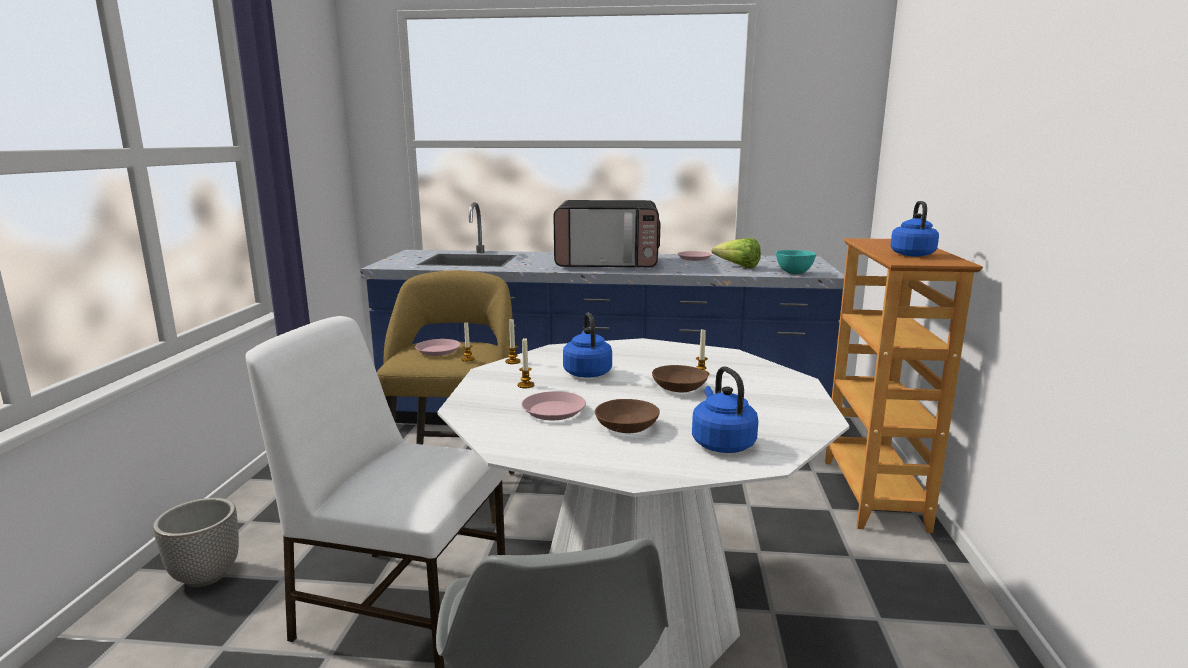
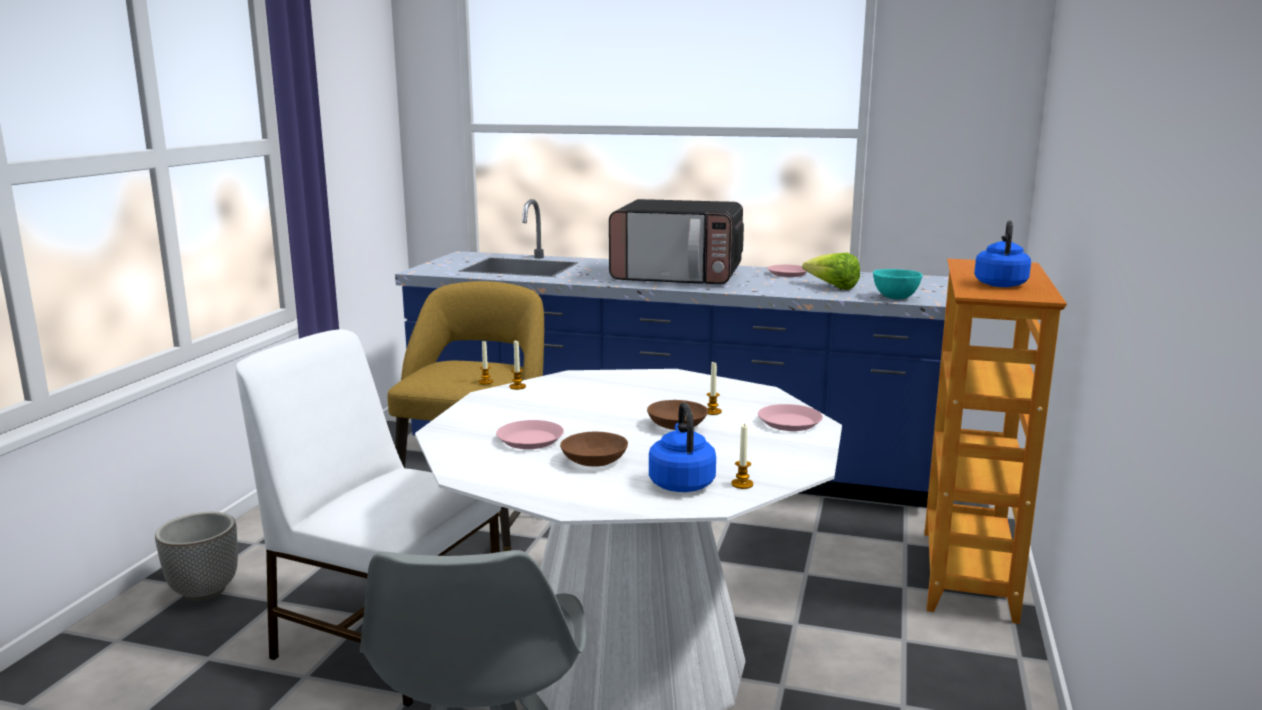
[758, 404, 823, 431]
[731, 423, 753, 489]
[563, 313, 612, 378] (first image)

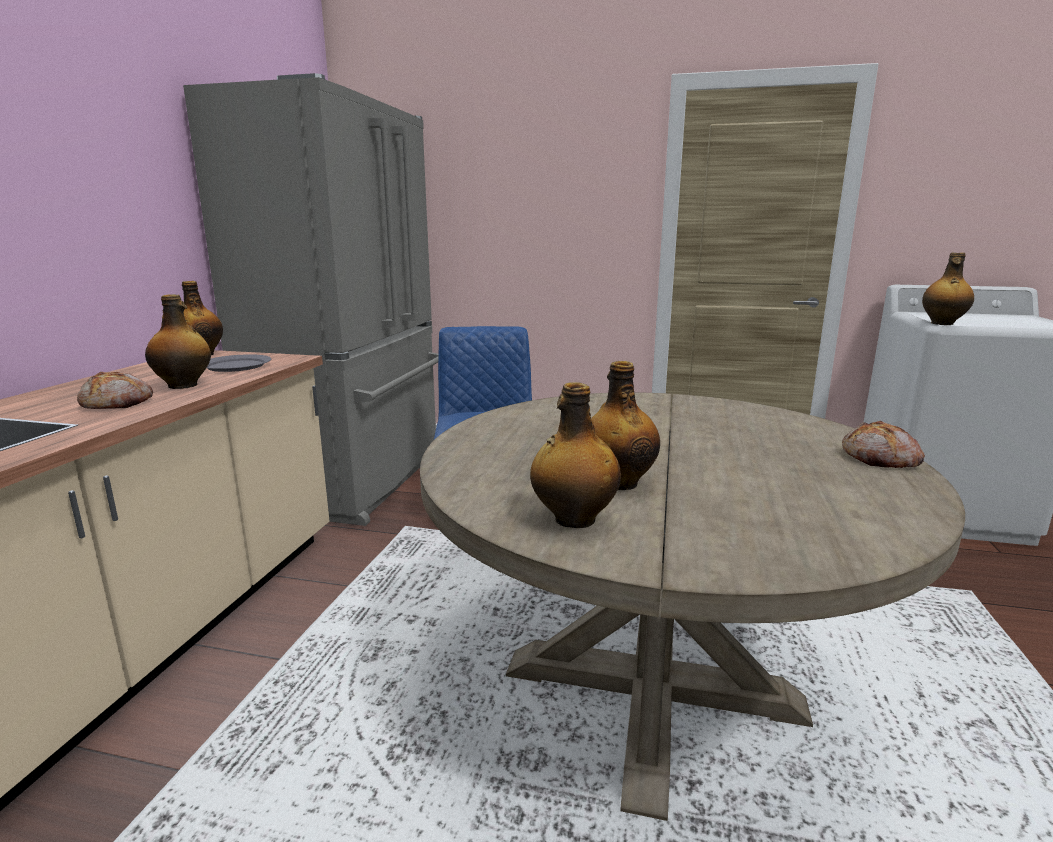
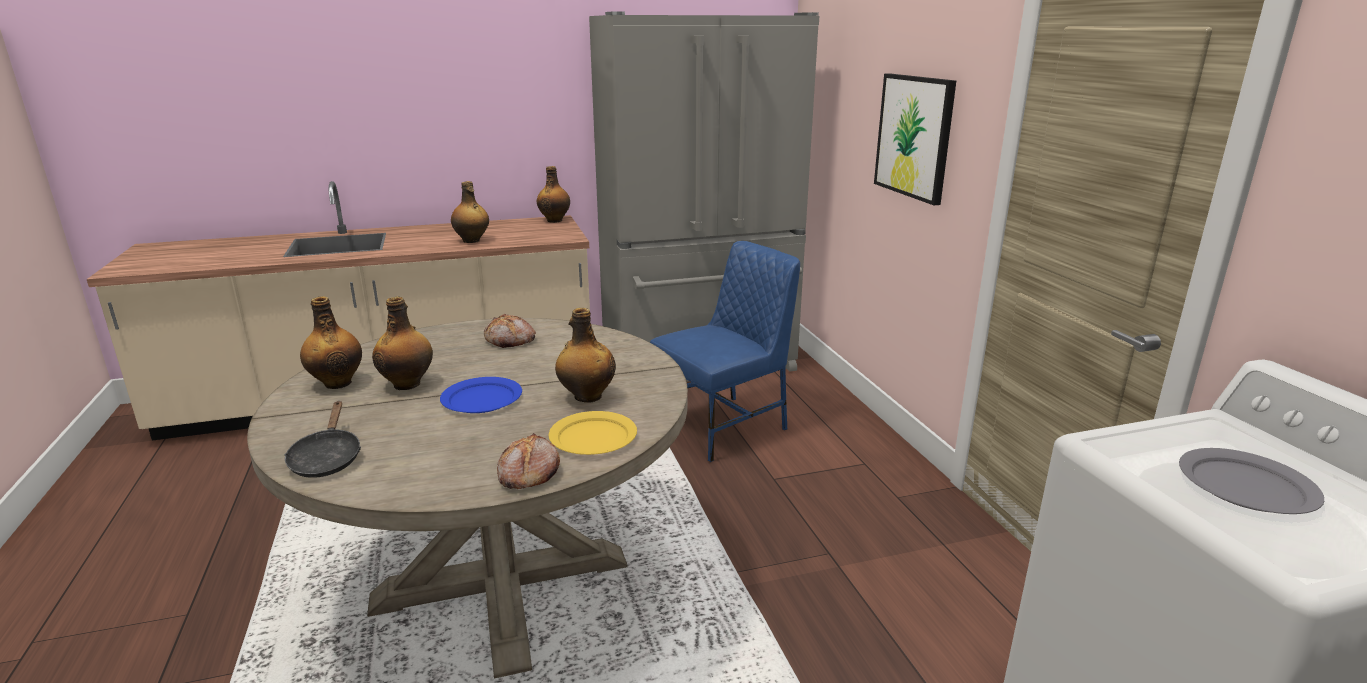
[484, 314, 536, 348]
[1179, 448, 1324, 514]
[555, 308, 616, 403]
[284, 401, 361, 478]
[440, 377, 522, 413]
[548, 411, 637, 455]
[874, 74, 956, 205]

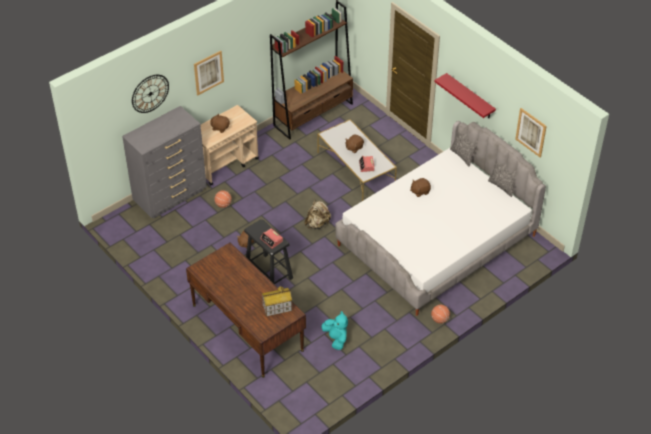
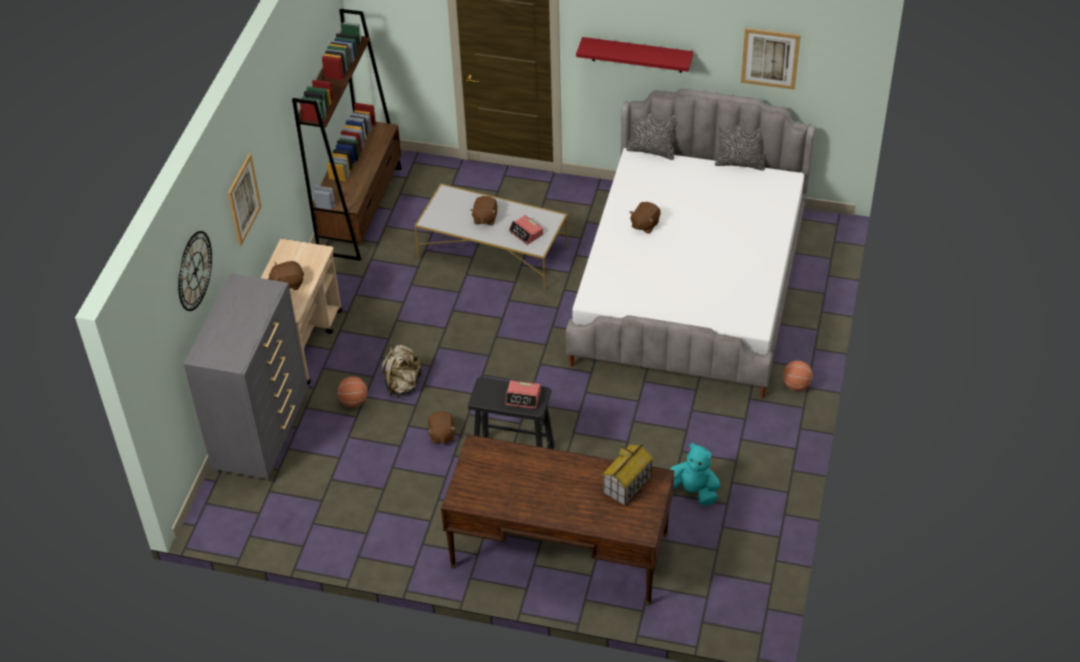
[381, 345, 423, 398]

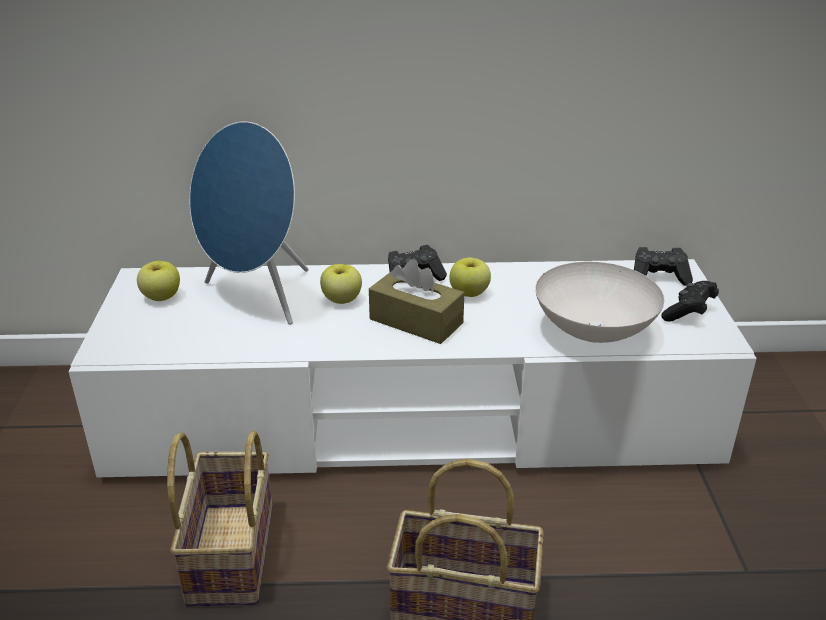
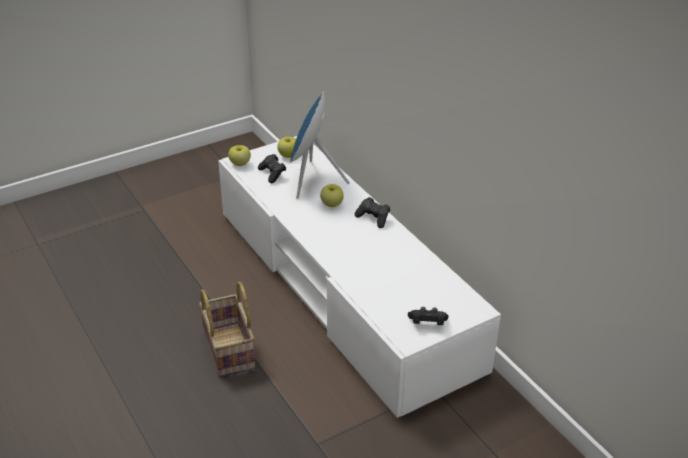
[167, 431, 273, 606] (first image)
[369, 259, 464, 344] (first image)
[228, 145, 251, 166]
[535, 262, 664, 343] (first image)
[258, 154, 286, 183]

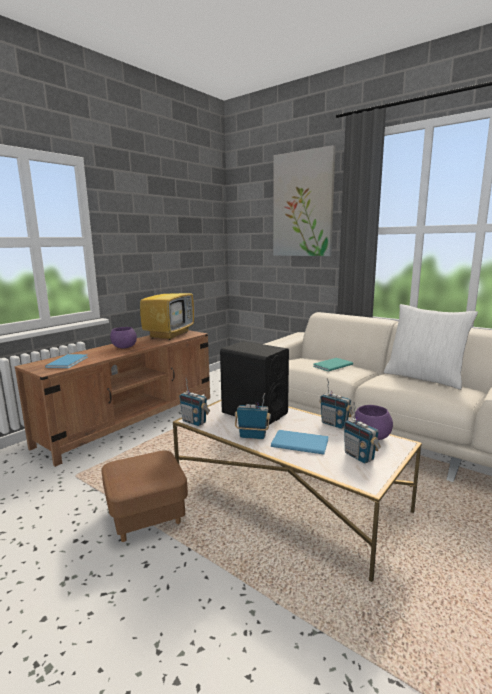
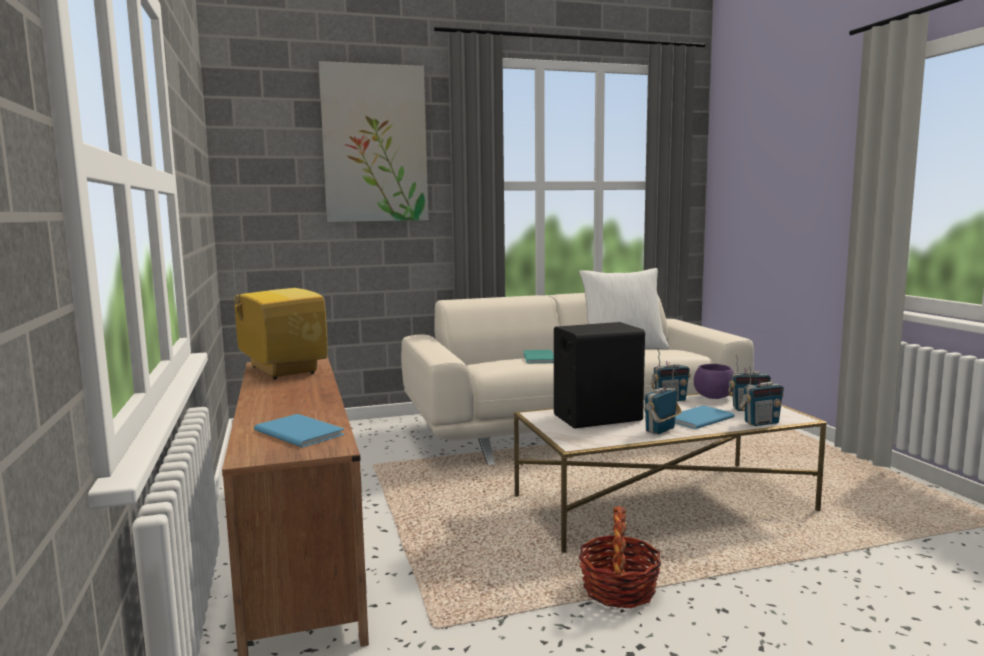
[579, 506, 661, 608]
[110, 327, 137, 348] (first image)
[739, 365, 784, 426]

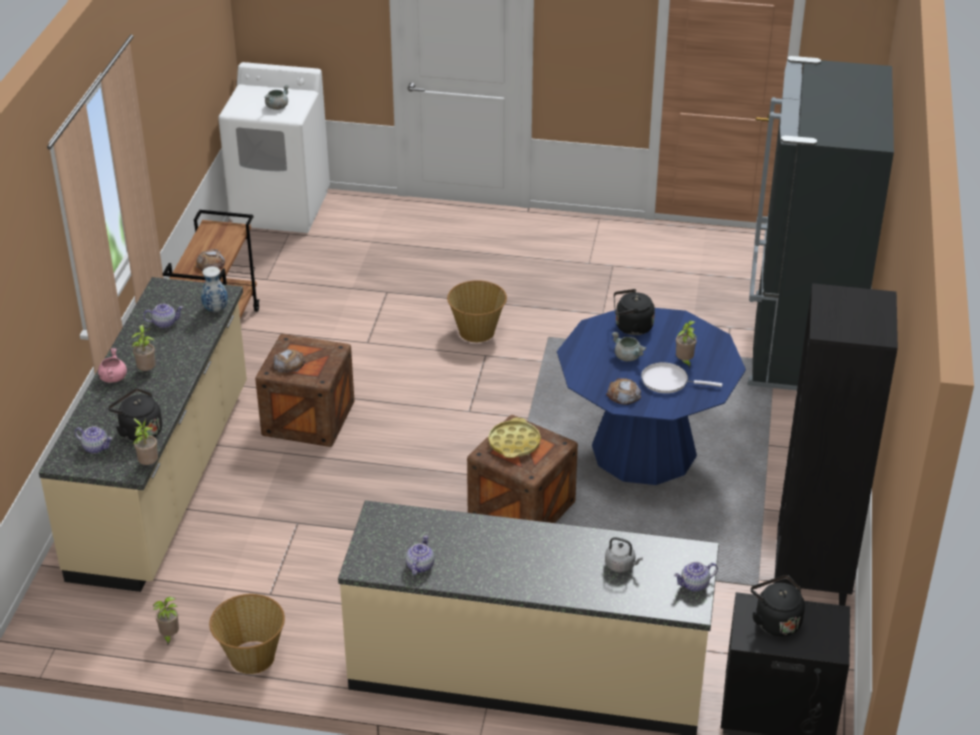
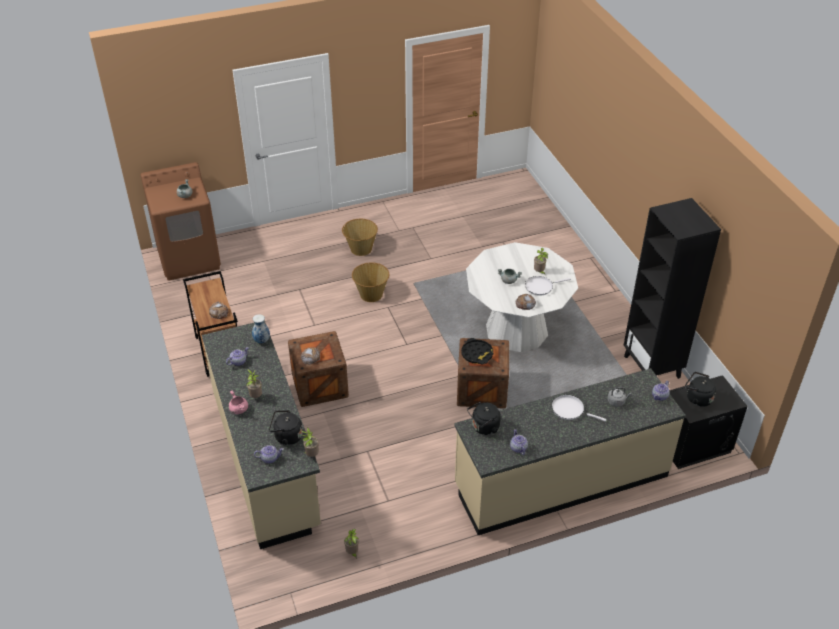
[342, 219, 378, 256]
[140, 162, 221, 281]
[461, 338, 493, 364]
[466, 242, 578, 352]
[467, 402, 501, 435]
[748, 56, 894, 391] (first image)
[552, 395, 606, 422]

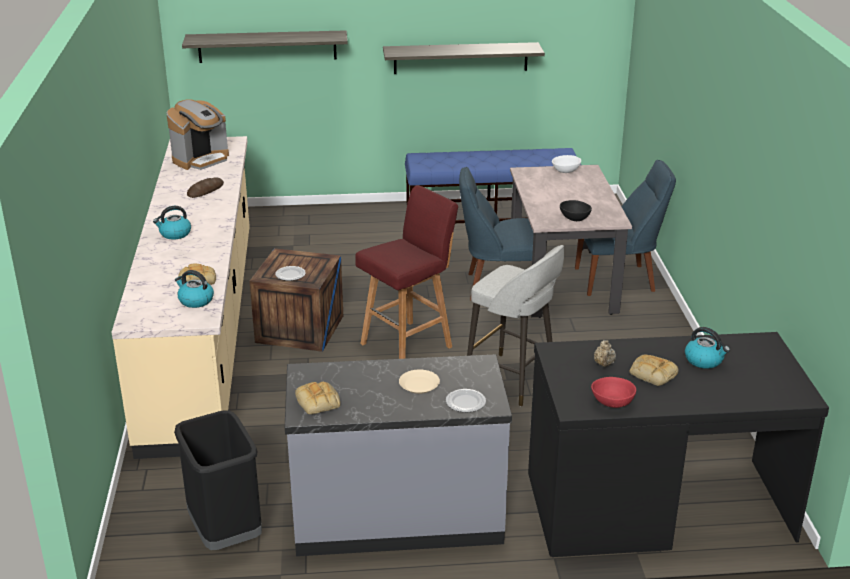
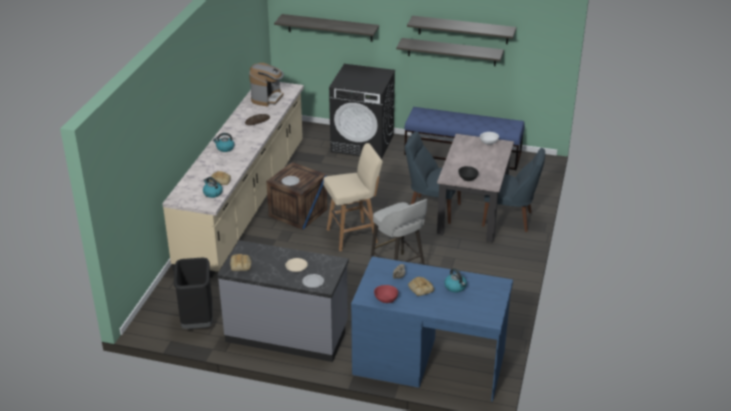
[249, 63, 284, 106]
[323, 143, 383, 251]
[351, 256, 513, 402]
[329, 64, 395, 159]
[407, 16, 517, 44]

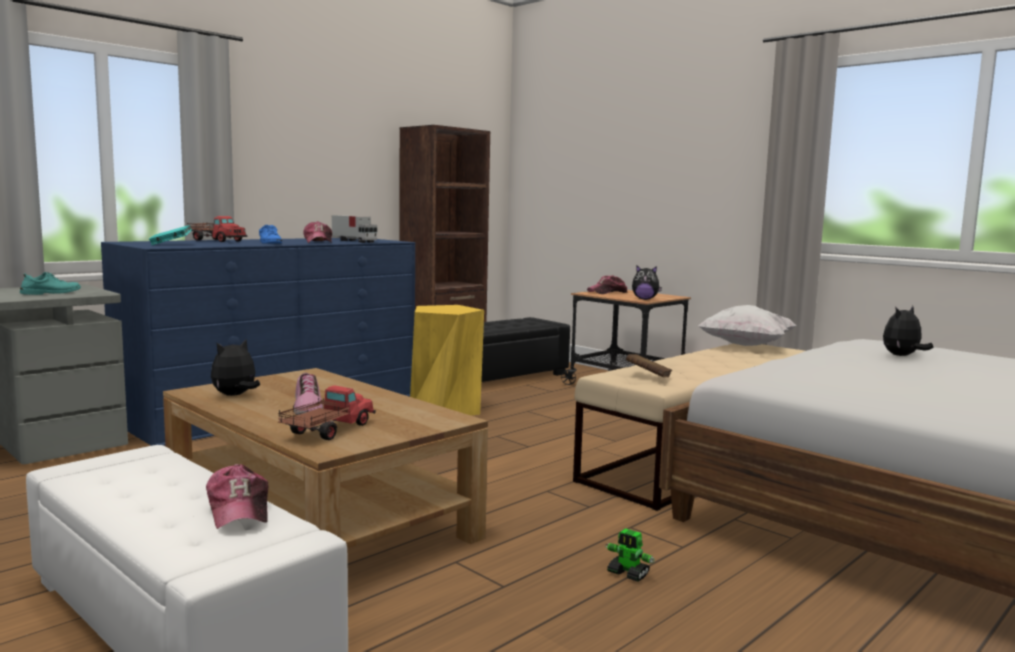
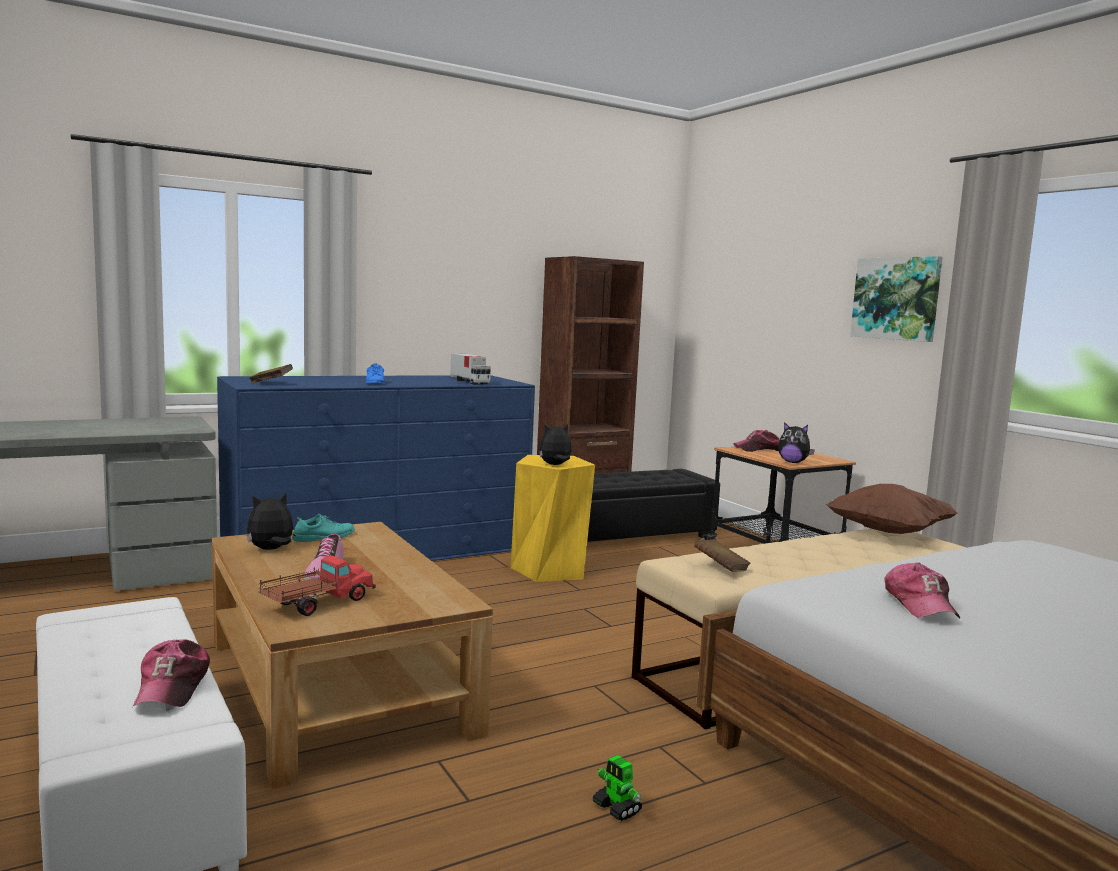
[292, 514, 355, 542]
[249, 364, 293, 384]
[187, 216, 248, 242] (first image)
[885, 562, 960, 619]
[826, 484, 957, 534]
[539, 423, 572, 465]
[850, 256, 943, 342]

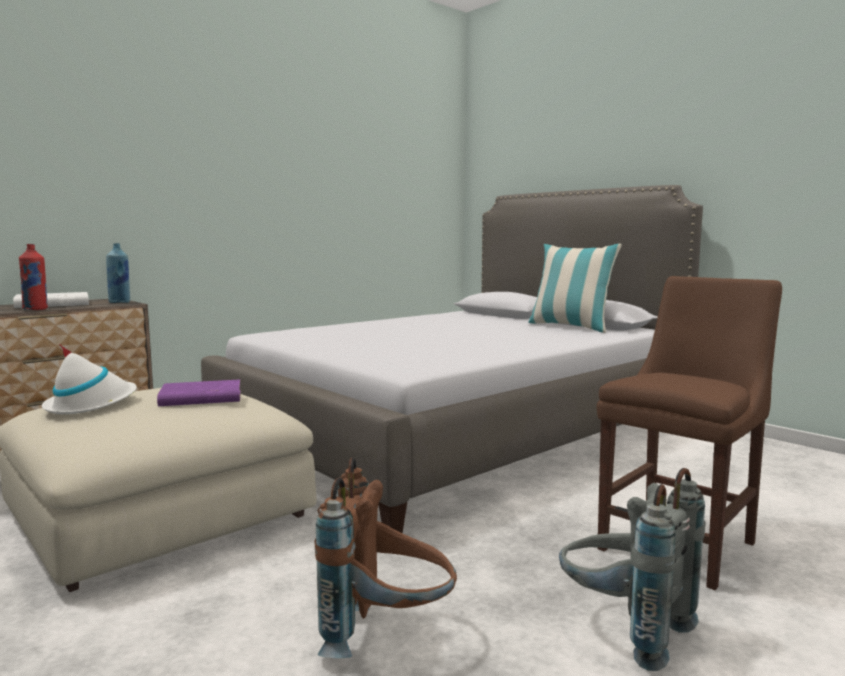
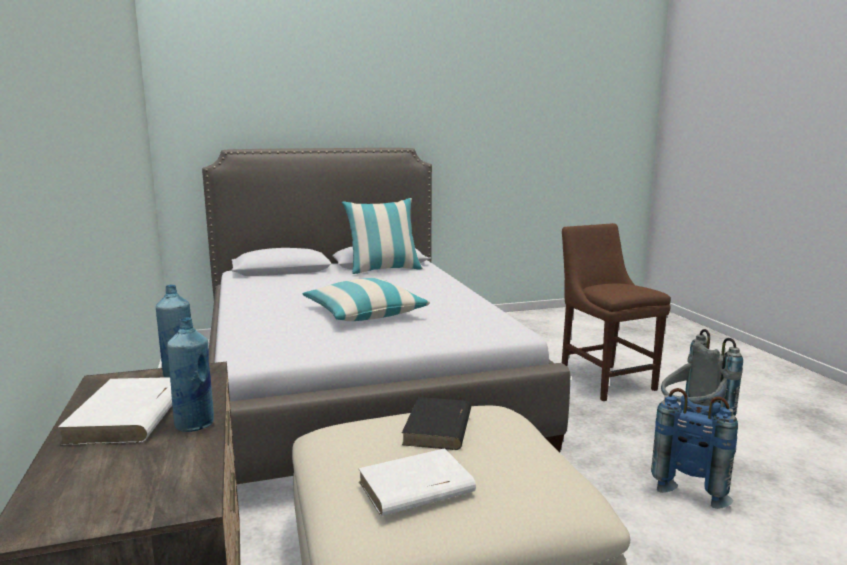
[167, 317, 214, 432]
[358, 448, 476, 516]
[402, 397, 471, 450]
[651, 388, 738, 509]
[302, 278, 430, 321]

